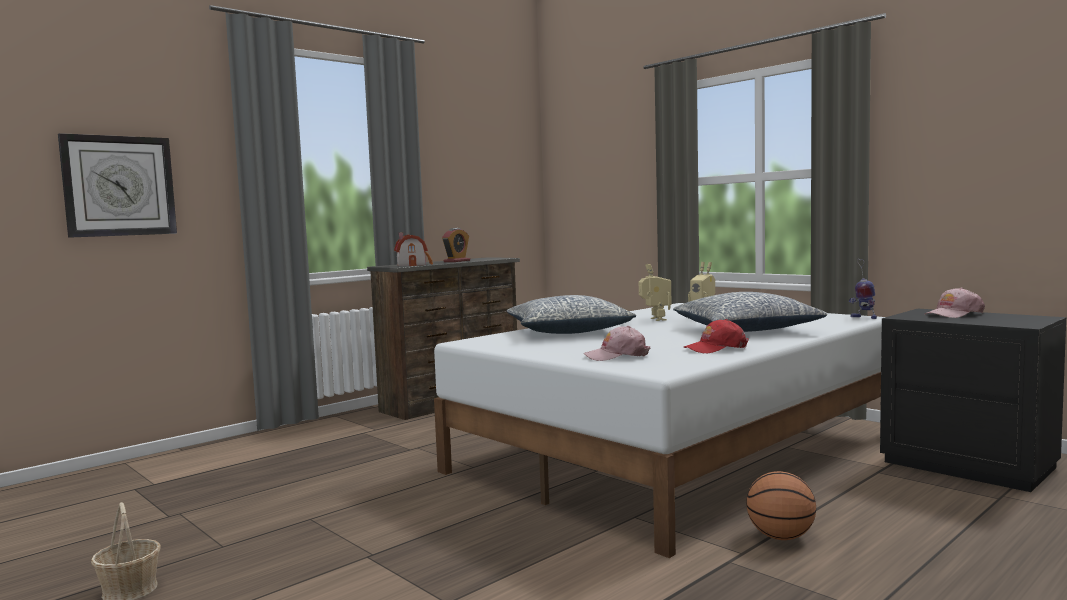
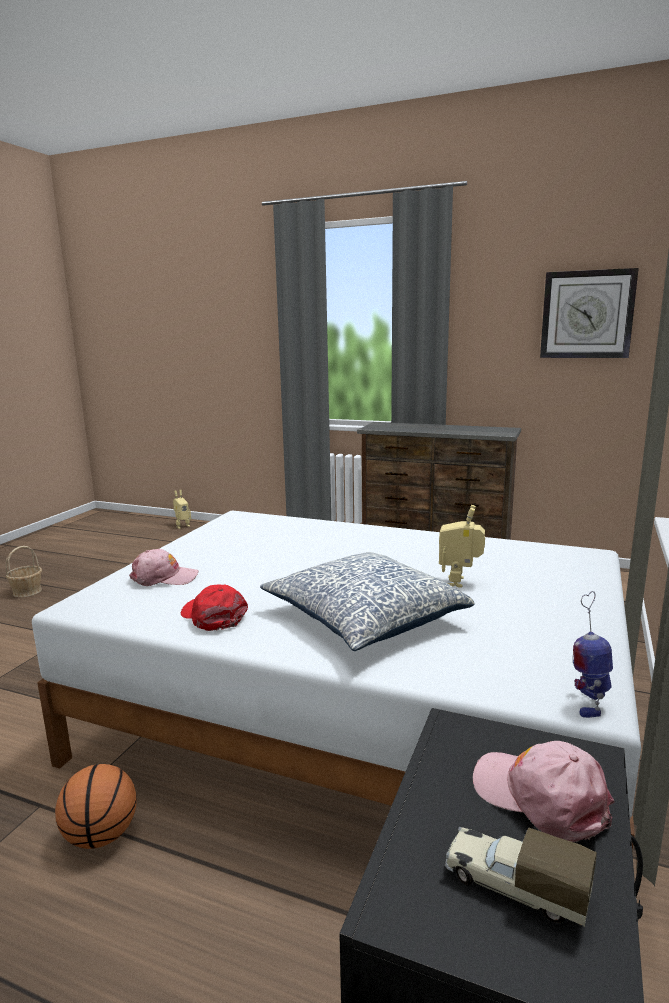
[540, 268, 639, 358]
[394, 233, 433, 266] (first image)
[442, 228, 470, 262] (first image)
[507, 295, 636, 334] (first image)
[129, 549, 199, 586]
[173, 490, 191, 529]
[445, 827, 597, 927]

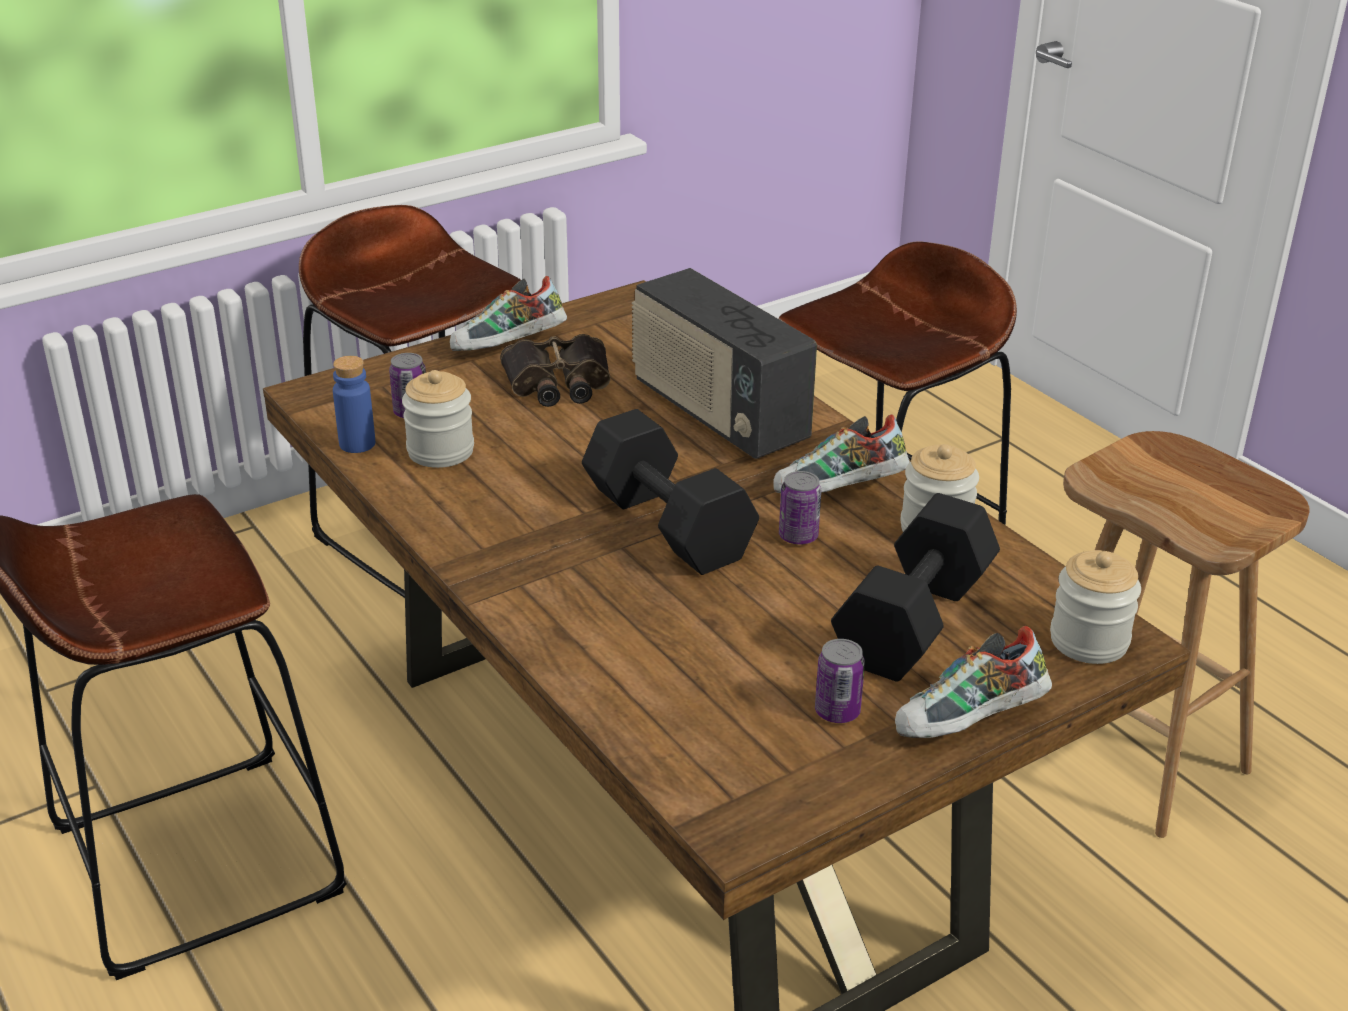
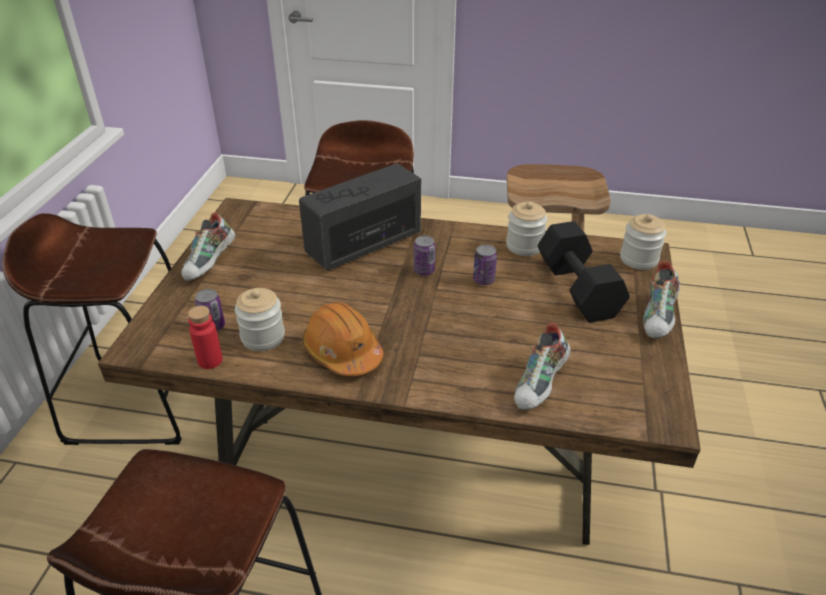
[188, 306, 223, 369]
[500, 334, 610, 407] (first image)
[582, 409, 759, 575] (first image)
[299, 163, 421, 271]
[514, 323, 571, 410]
[413, 236, 435, 275]
[303, 302, 384, 376]

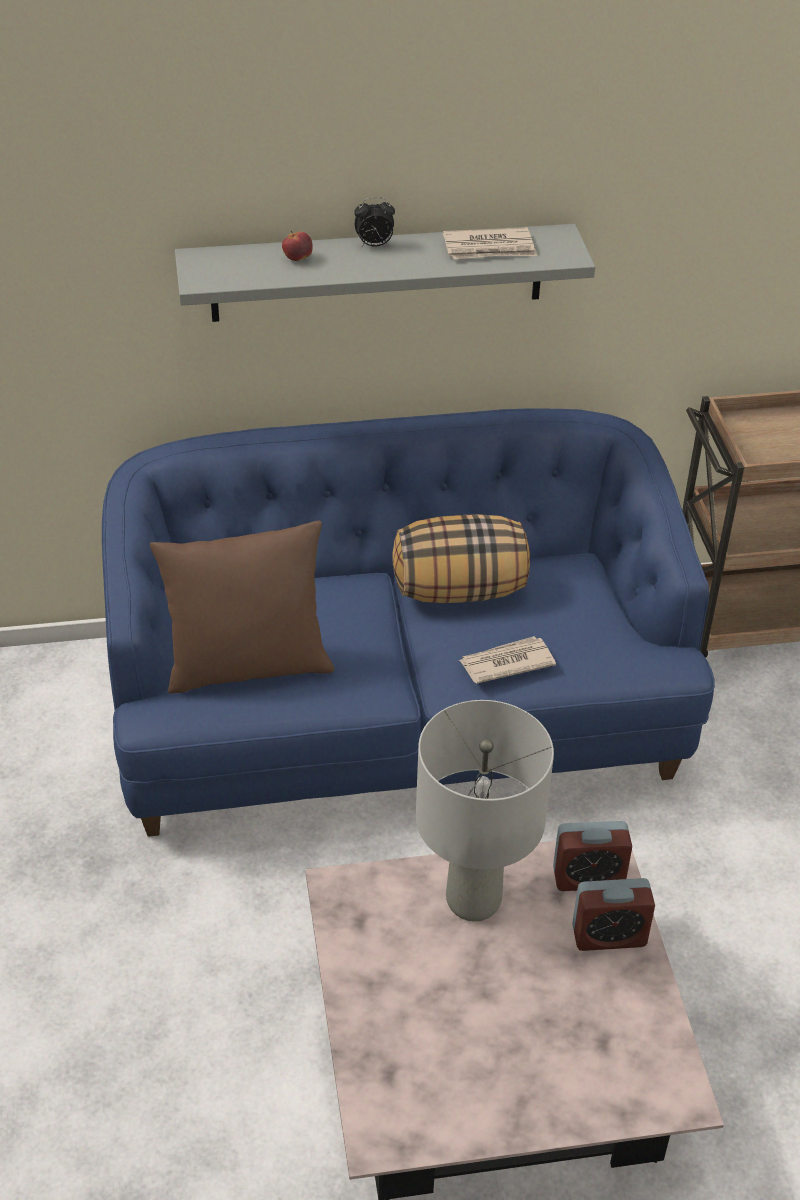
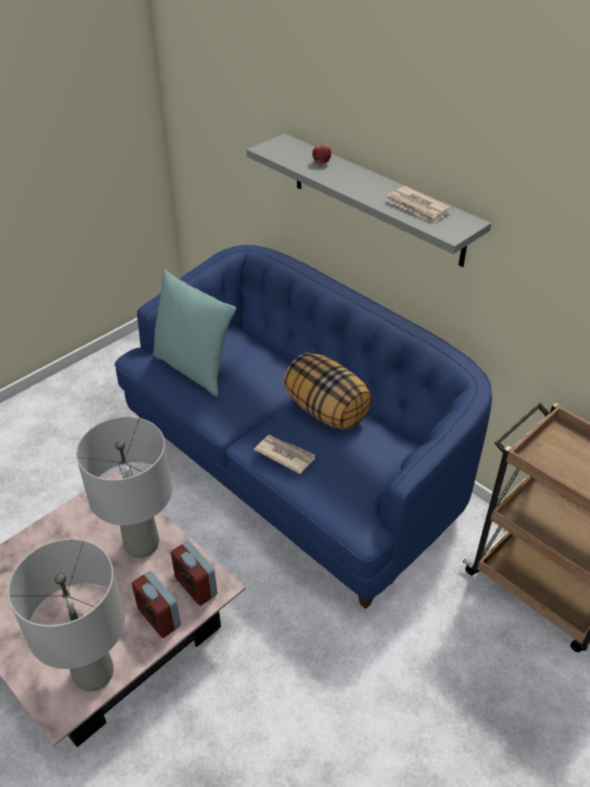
[153, 268, 236, 397]
[354, 197, 395, 247] (first image)
[8, 539, 125, 691]

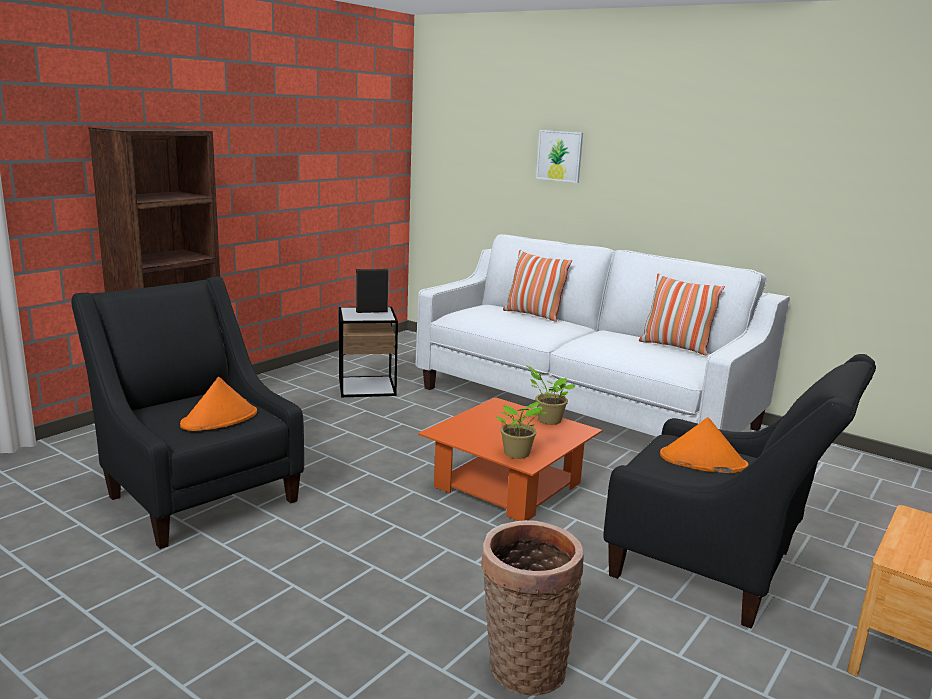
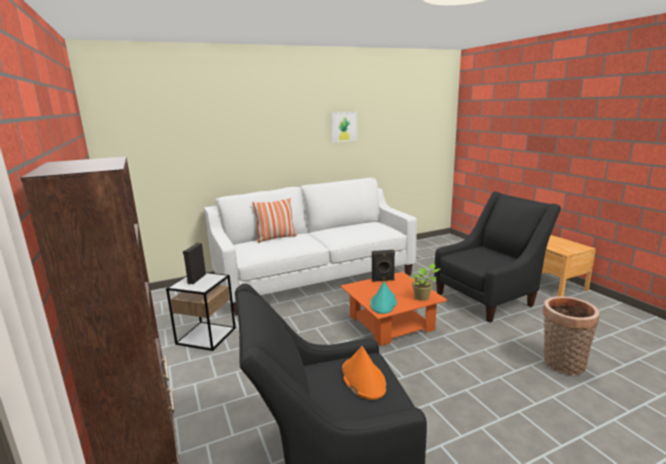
[372, 250, 395, 282]
[331, 112, 357, 142]
[639, 273, 725, 355] (first image)
[660, 417, 748, 473] (first image)
[370, 281, 397, 314]

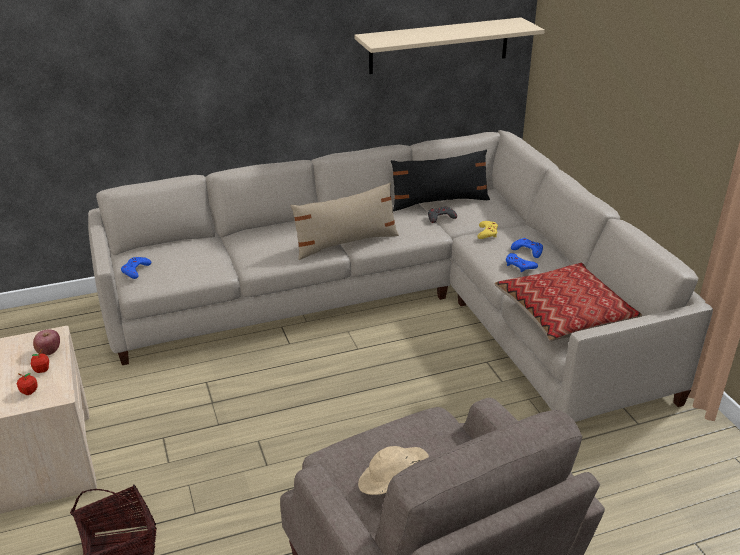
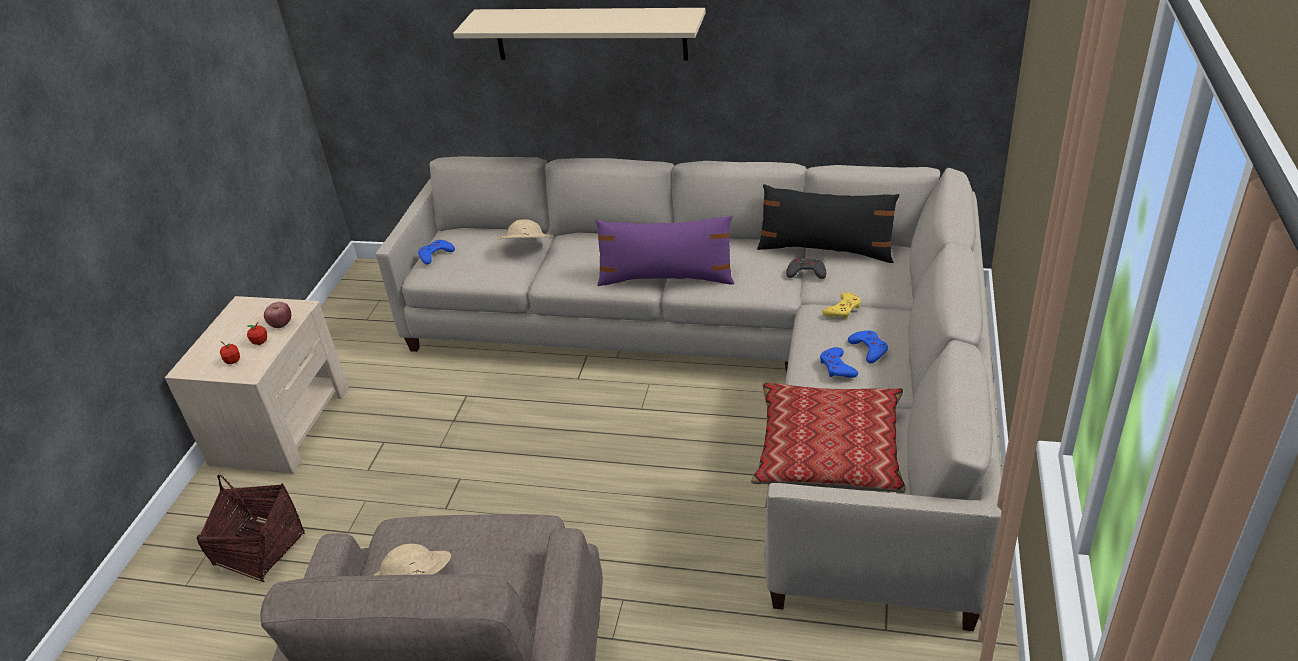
[595, 215, 735, 286]
[453, 8, 706, 60]
[496, 219, 554, 239]

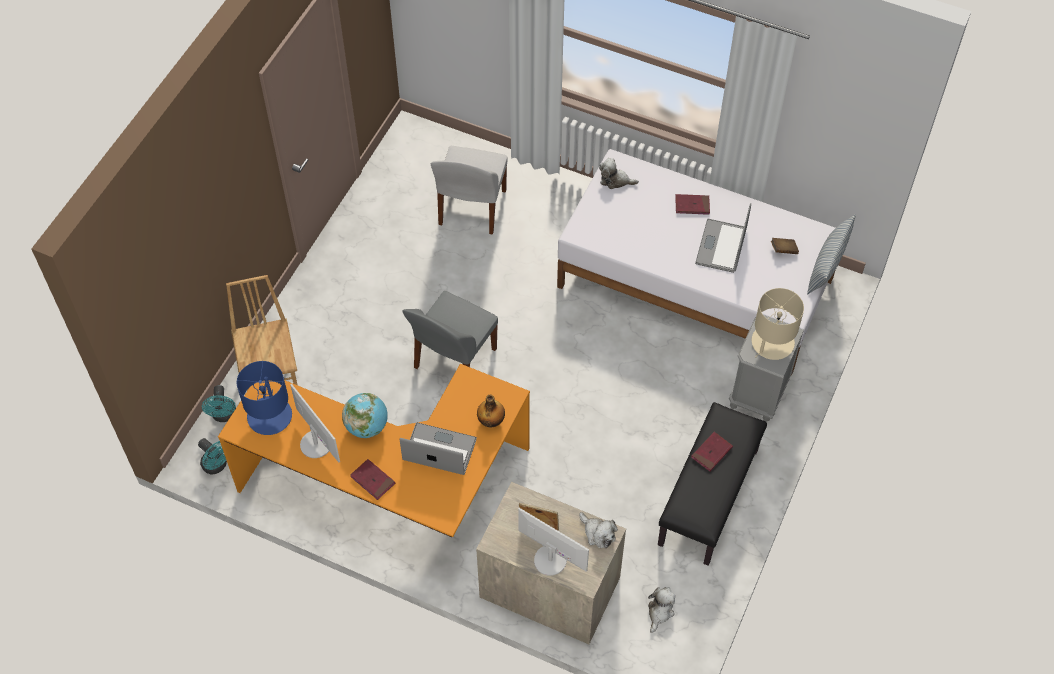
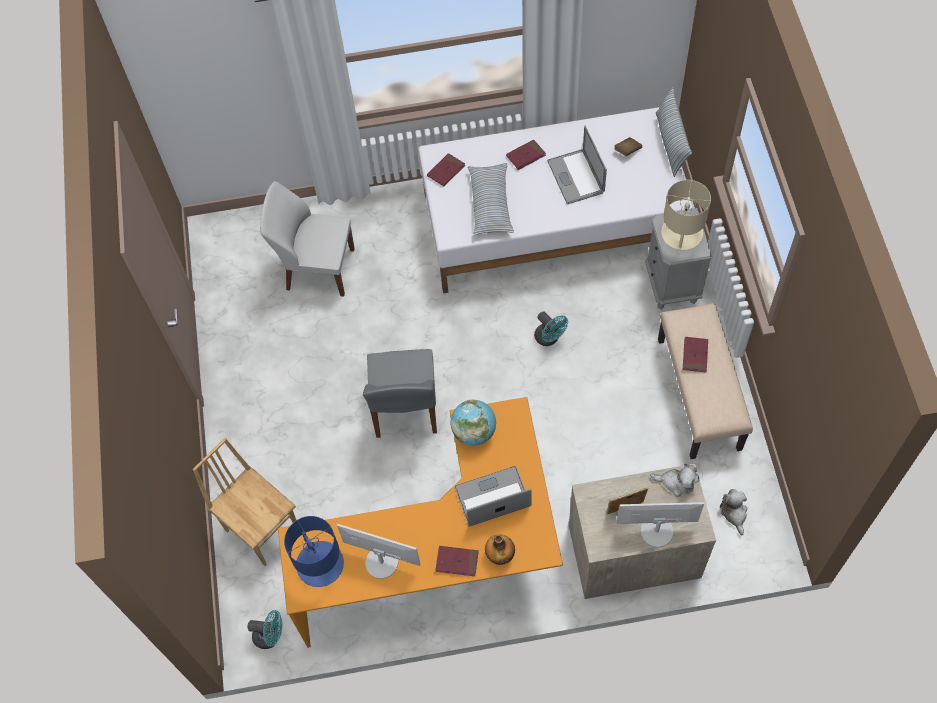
[534, 311, 568, 346]
[450, 400, 496, 446]
[260, 181, 355, 297]
[485, 534, 515, 565]
[427, 153, 465, 186]
[658, 303, 753, 459]
[468, 163, 514, 236]

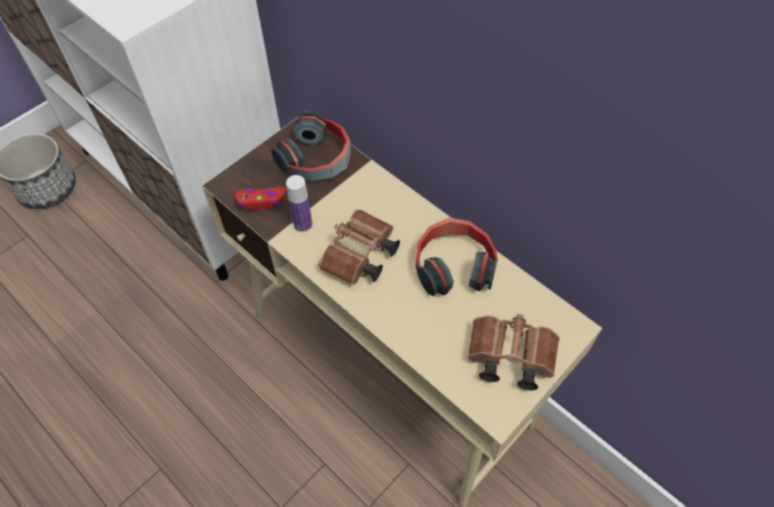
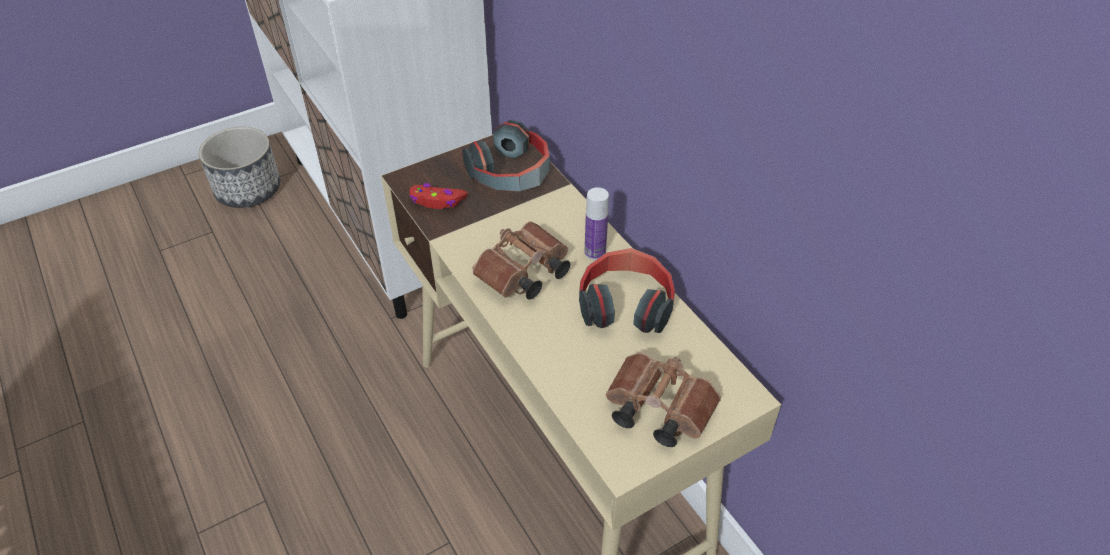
[585, 187, 609, 260]

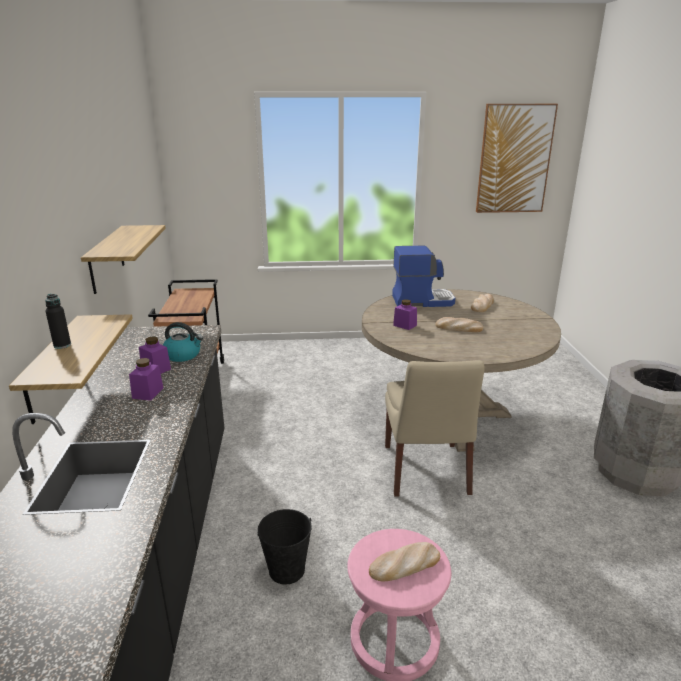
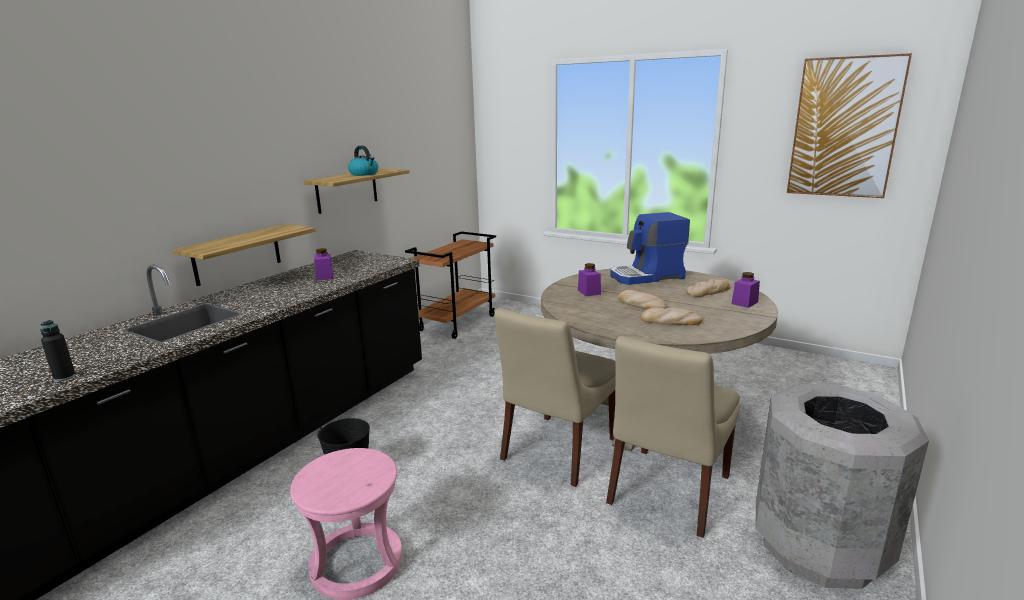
[40, 320, 76, 381]
[731, 272, 760, 308]
[348, 146, 378, 176]
[641, 307, 702, 325]
[610, 212, 690, 285]
[606, 336, 740, 538]

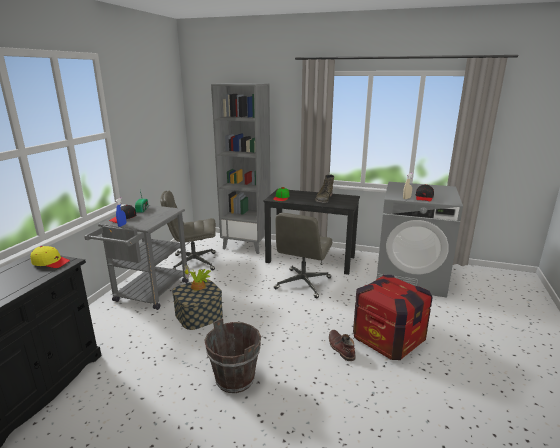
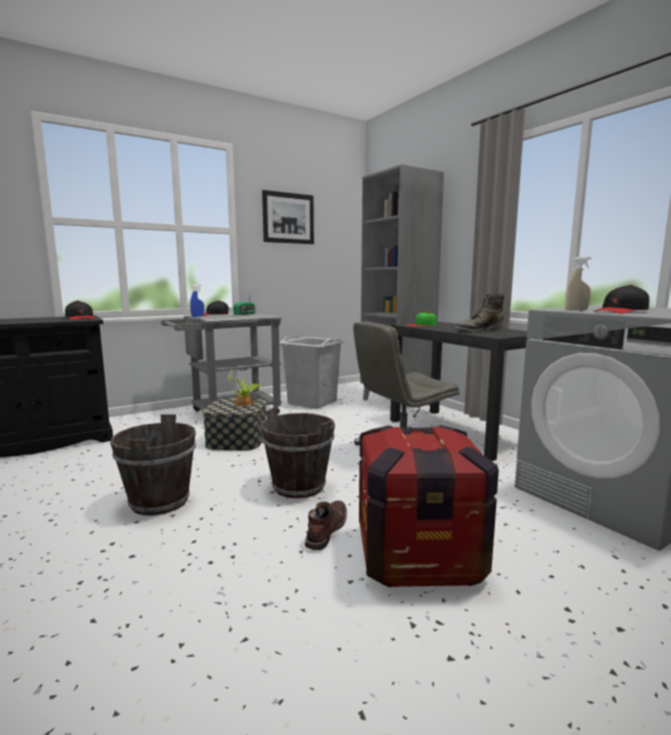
[65, 300, 94, 320]
[279, 335, 345, 409]
[261, 408, 335, 498]
[262, 190, 314, 244]

